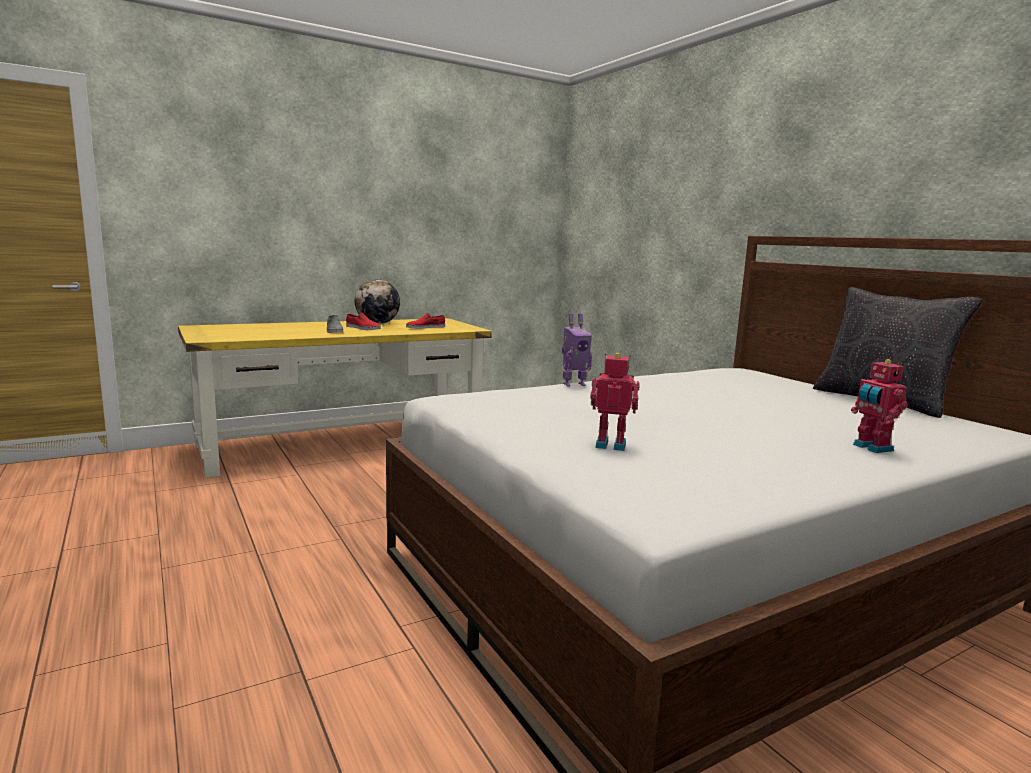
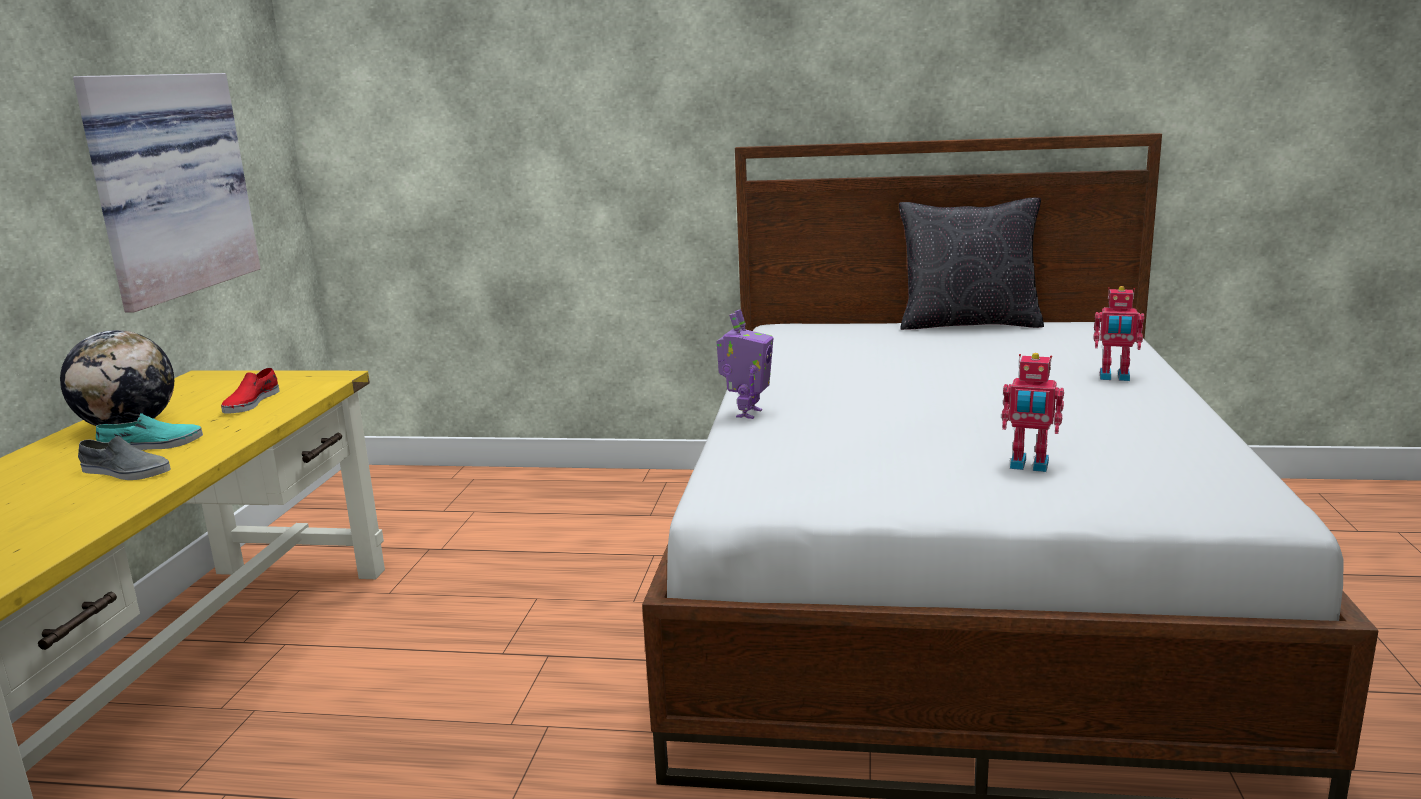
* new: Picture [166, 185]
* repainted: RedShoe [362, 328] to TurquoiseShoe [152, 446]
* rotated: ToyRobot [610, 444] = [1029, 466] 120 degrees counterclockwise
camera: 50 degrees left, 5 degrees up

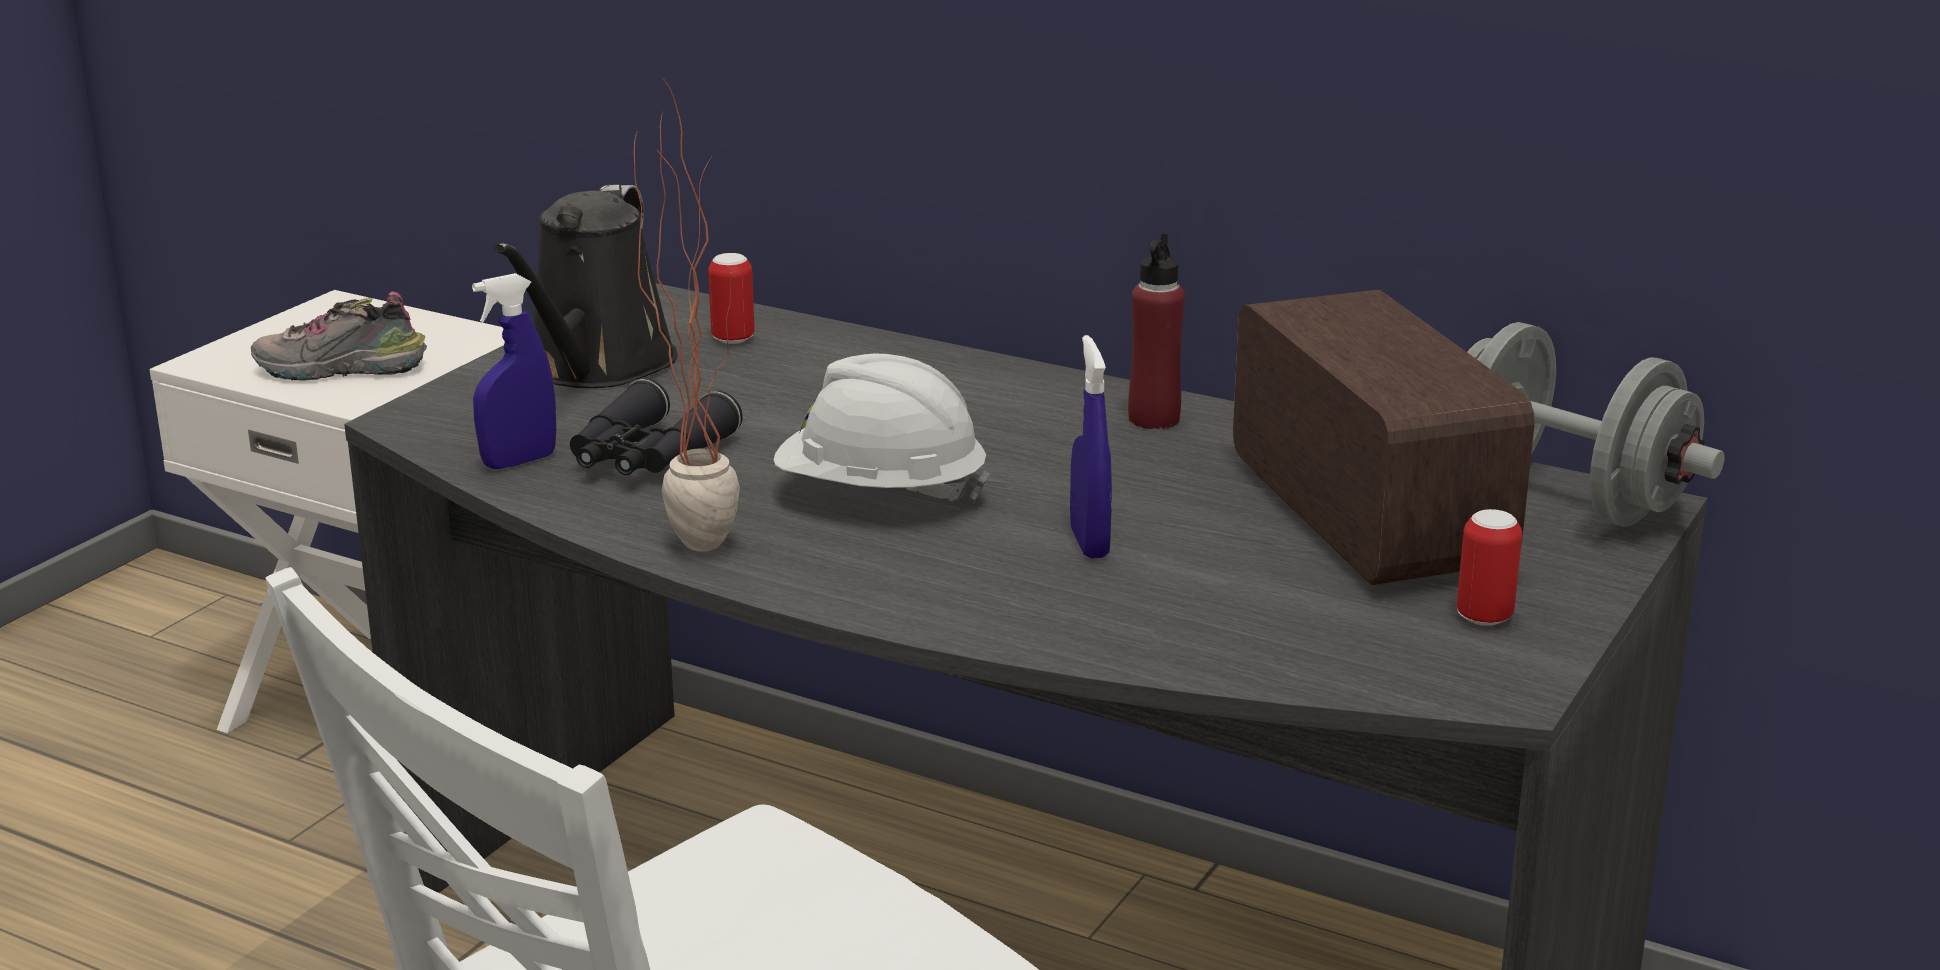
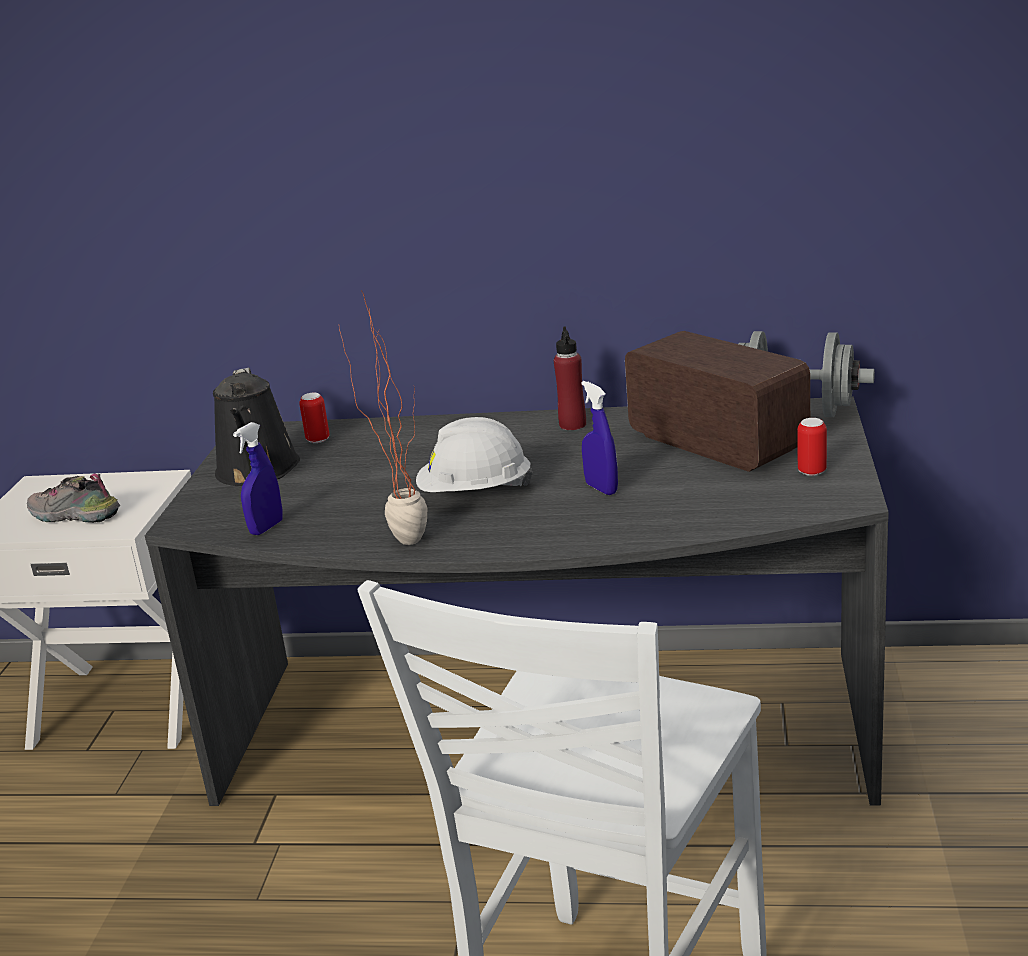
* rotated: Shoe [339, 370] = [72, 516] 45 degrees clockwise
* gone: BlackBinoculars [647, 457]
camera: 20 degrees left, 0 degrees up

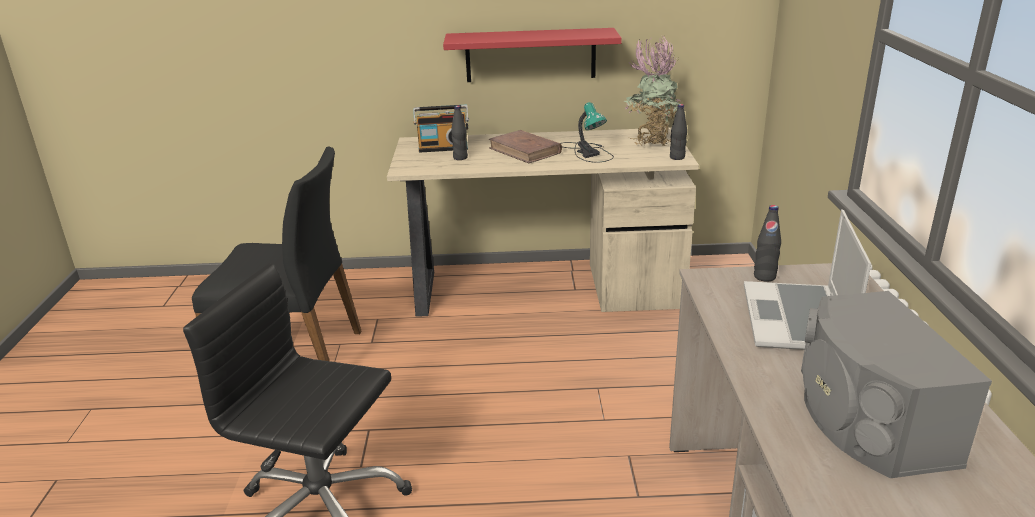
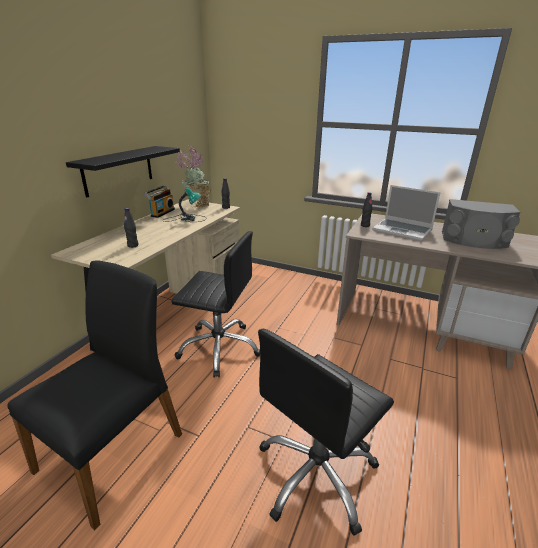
* repainted: RedShelf [530, 55] to BlackShelf [119, 170]
* shifted: Radio [443, 148] to [161, 212]
* new: BlackOfficeChair [219, 347]
* gone: BrownBook [525, 150]
camera: 65 degrees left, 0 degrees up

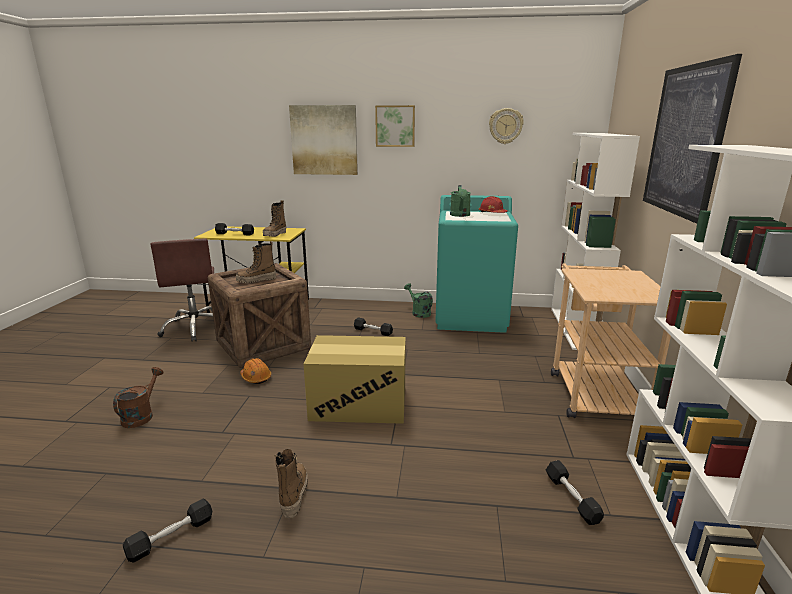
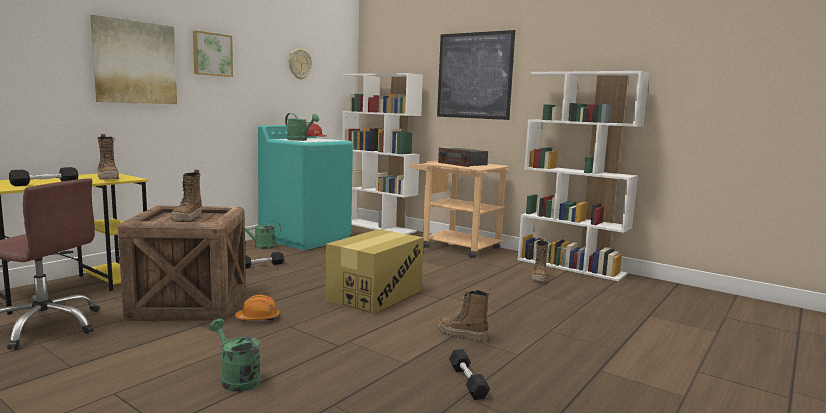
* repainted: BrownWateringCan [141, 415] to GreenWateringCan [236, 379]
* new: Radio [462, 164]
* swapped: BlackDumbbell [572, 498] to Boot [539, 278]
camera: 60 degrees left, 10 degrees down

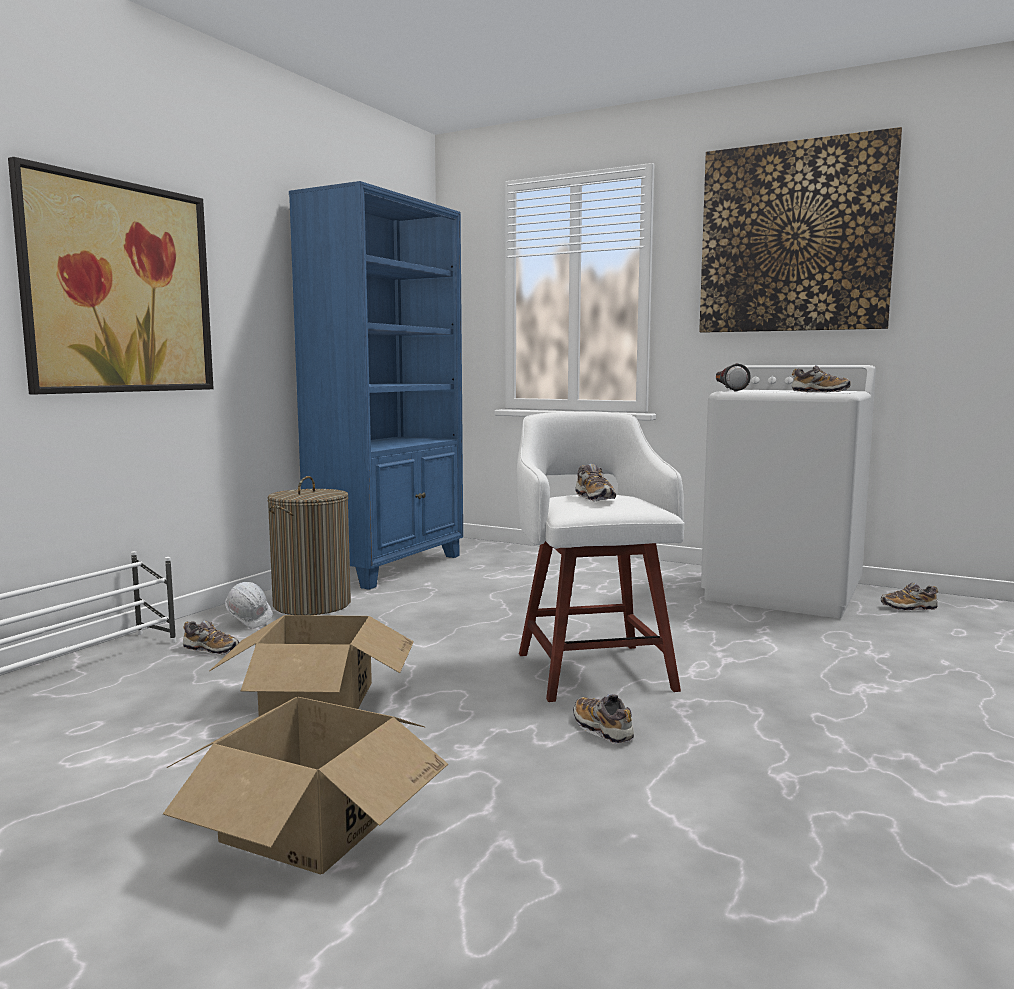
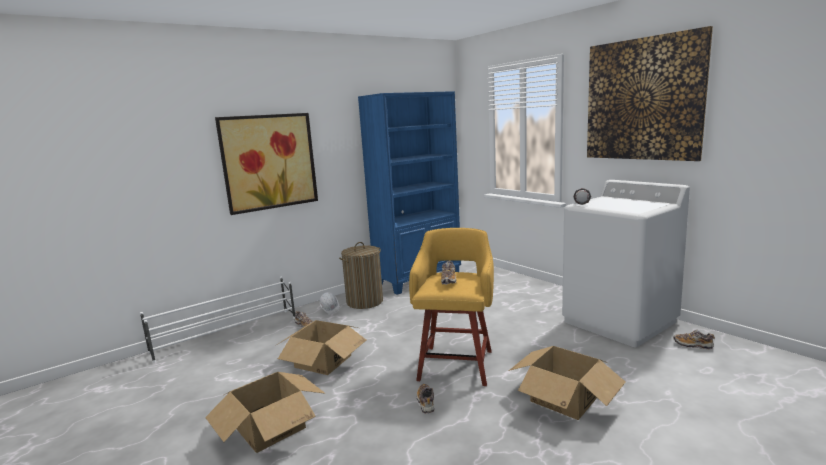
* repainted: WhiteStool [593, 669] to YellowStool [456, 363]
* new: CardboardBox [564, 398]
* gone: Shoe [820, 392]
camera: 25 degrees right, 5 degrees up

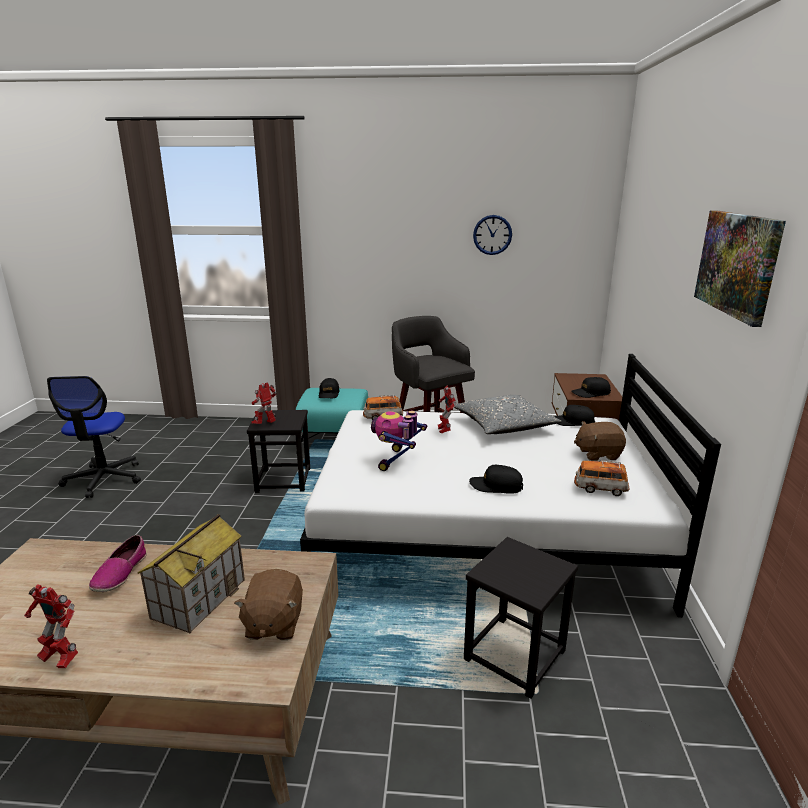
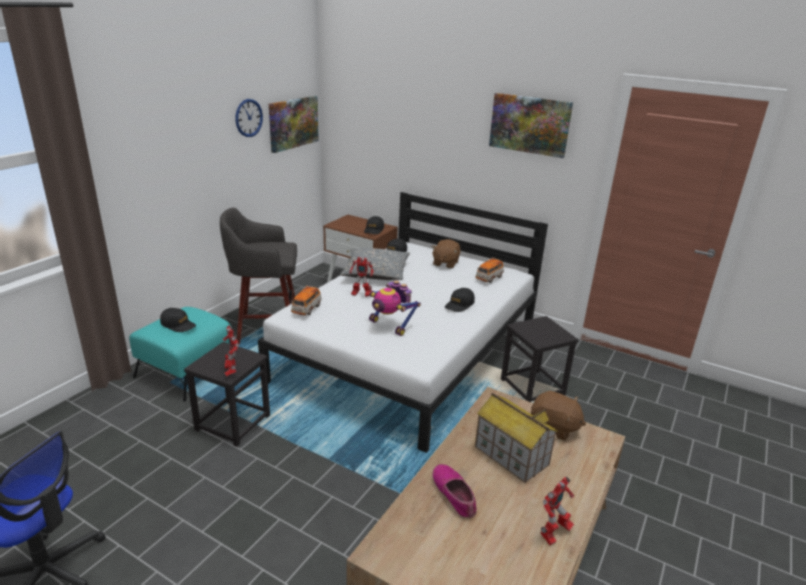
* new: Picture [293, 123]
* rotated: Shoe [120, 573] = [454, 495] 150 degrees counterclockwise
camera: 65 degrees left, 5 degrees up

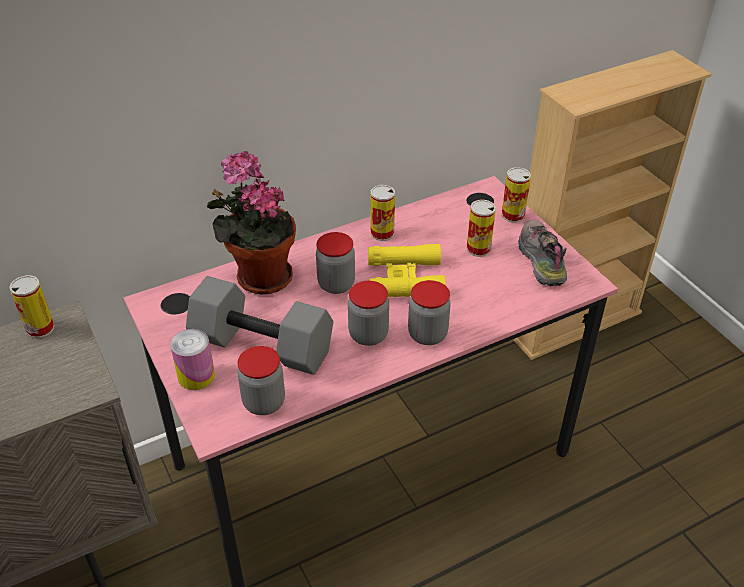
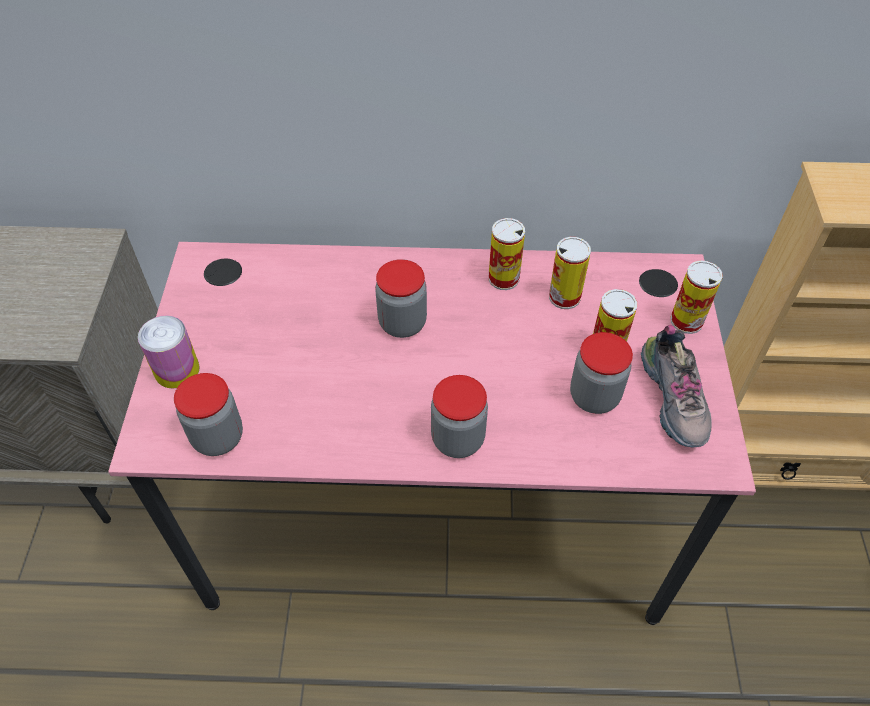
* shifted: Can [40, 328] to [564, 297]
* shifted: Jar [368, 335] to [594, 396]
* rotated: Shoe [539, 259] = [675, 399] 150 degrees clockwise
* gone: GreyDumbbell [264, 344]
* gone: PottedPlant [259, 276]
* gone: YellowBinoculars [405, 279]
camera: 30 degrees right, 10 degrees up

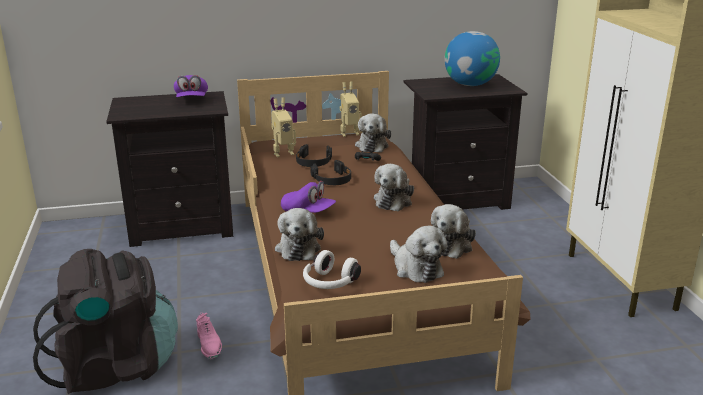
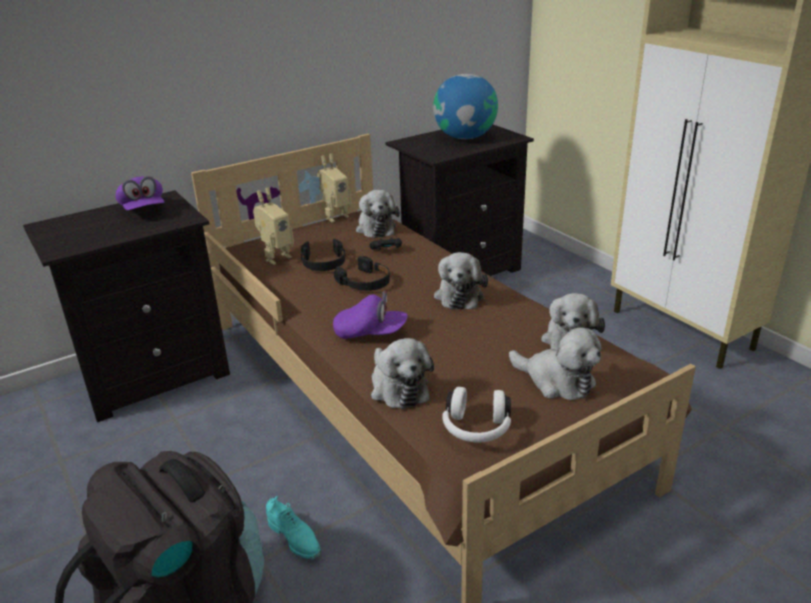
* repainted: PinkShoe [209, 345] to TurquoiseShoe [295, 538]
camera: 20 degrees left, 5 degrees up

